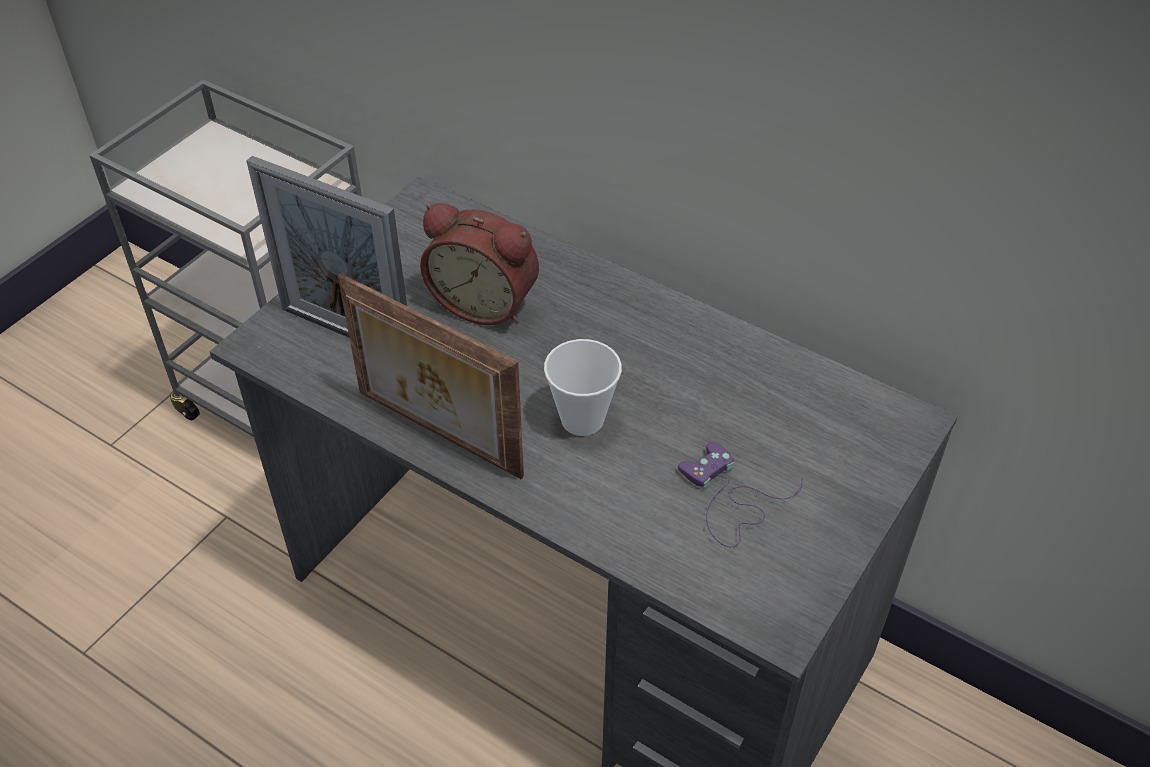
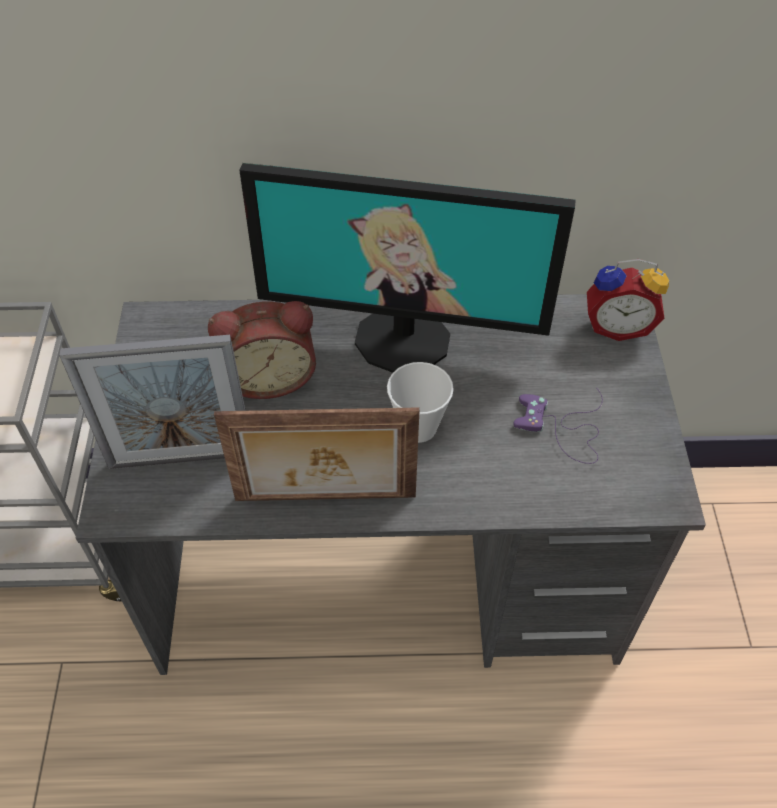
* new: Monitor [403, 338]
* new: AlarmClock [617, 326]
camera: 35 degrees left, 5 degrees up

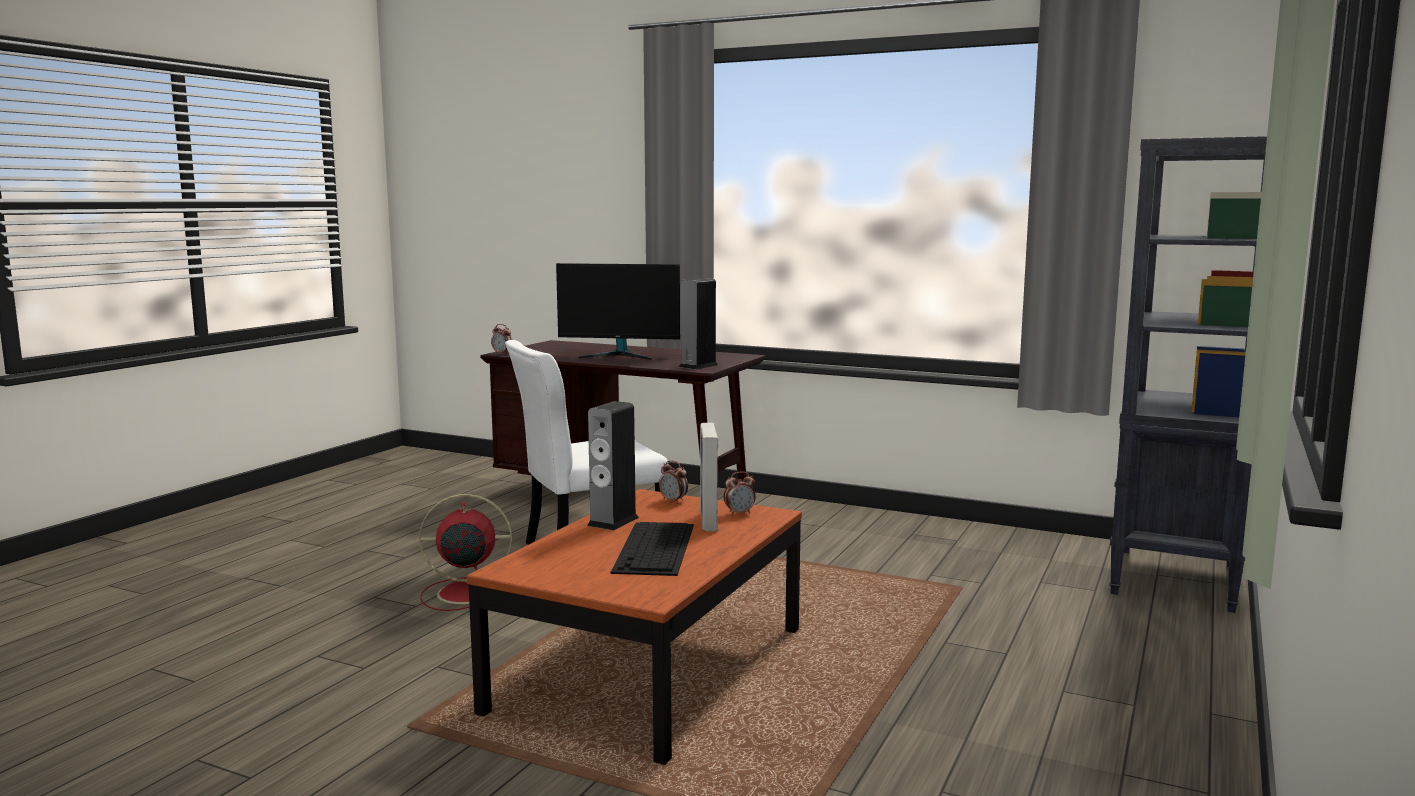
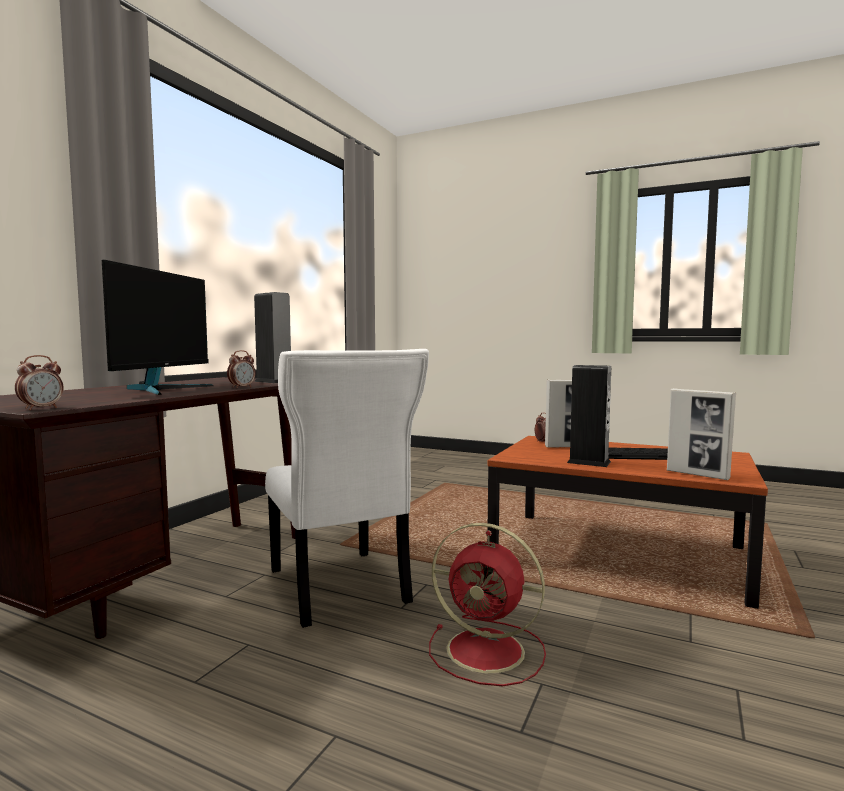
* shifted: AlarmClock [673, 501] to [242, 387]
* rotated: RedFan [465, 593] = [489, 651] 60 degrees counterclockwise
* new: PictureFrame [697, 475]
* gone: BlackBookcase [1173, 579]
camera: 90 degrees left, 5 degrees down

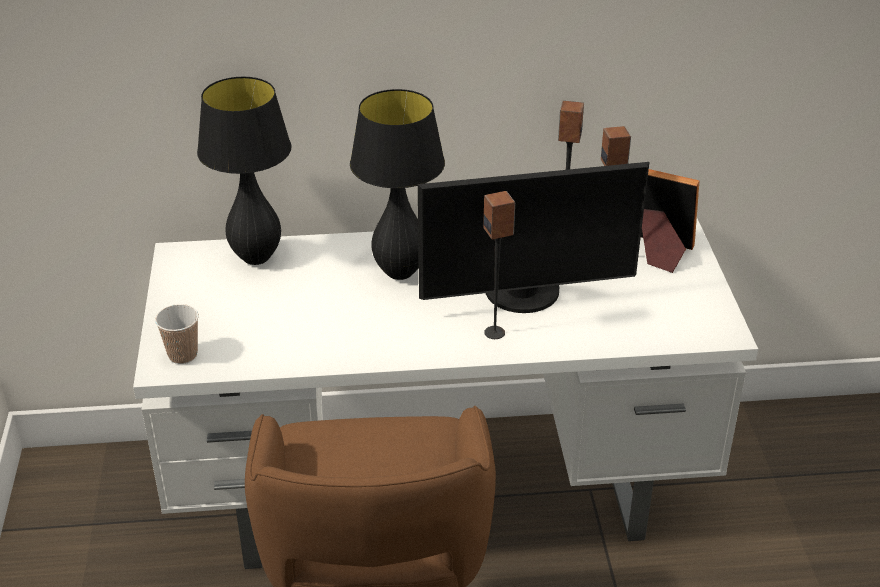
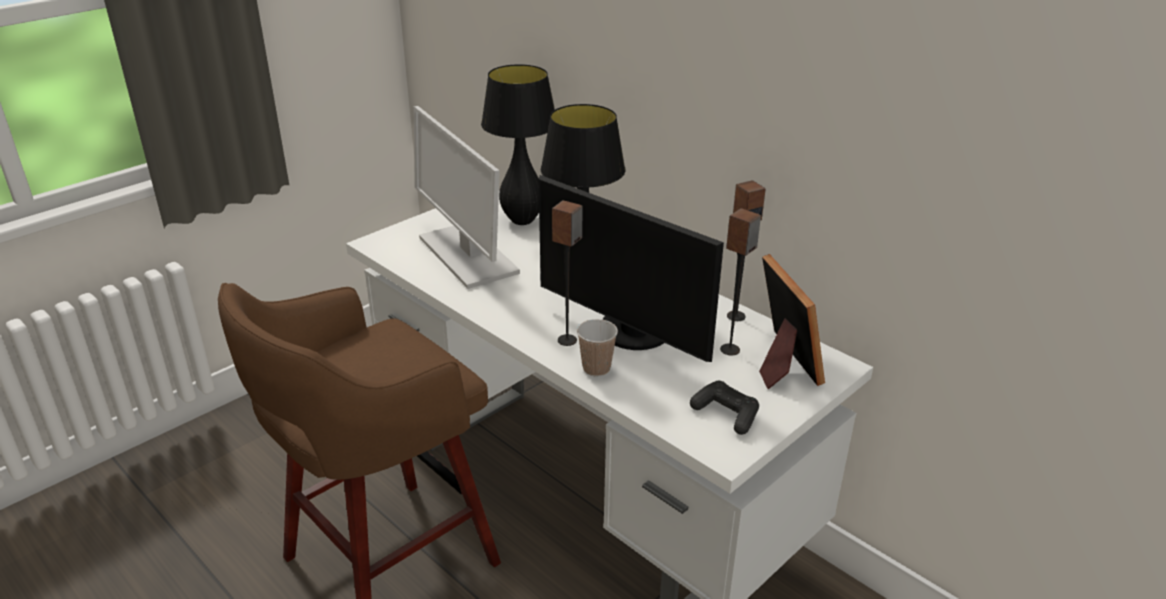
* new: Monitor [466, 255]
* shifted: Cup [183, 355] to [596, 368]
* new: BlackGameController [726, 414]
camera: 50 degrees right, 5 degrees down

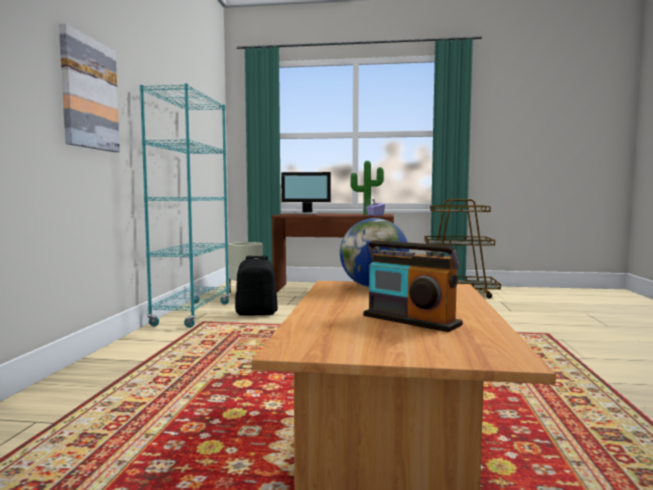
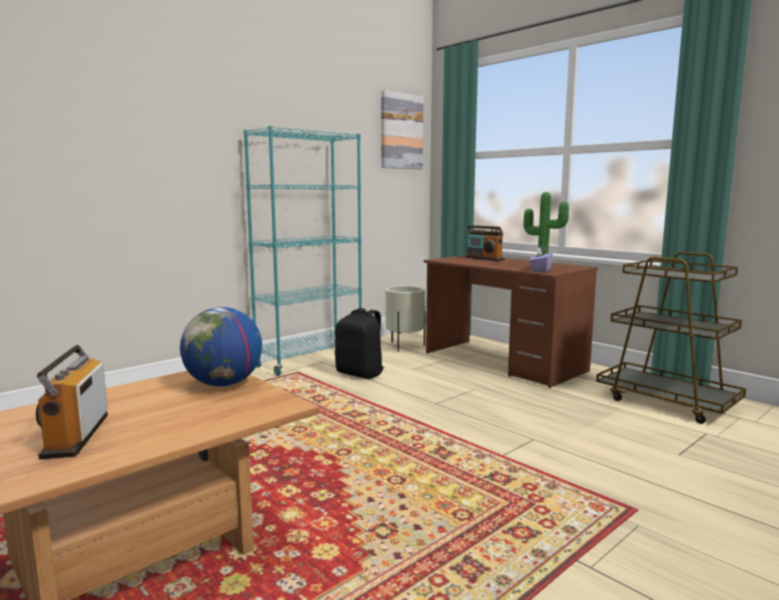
* shifted: Picture [89, 94] to [401, 131]
* swapped: Monitor [307, 214] to Radio [484, 258]
camera: 40 degrees right, 5 degrees up

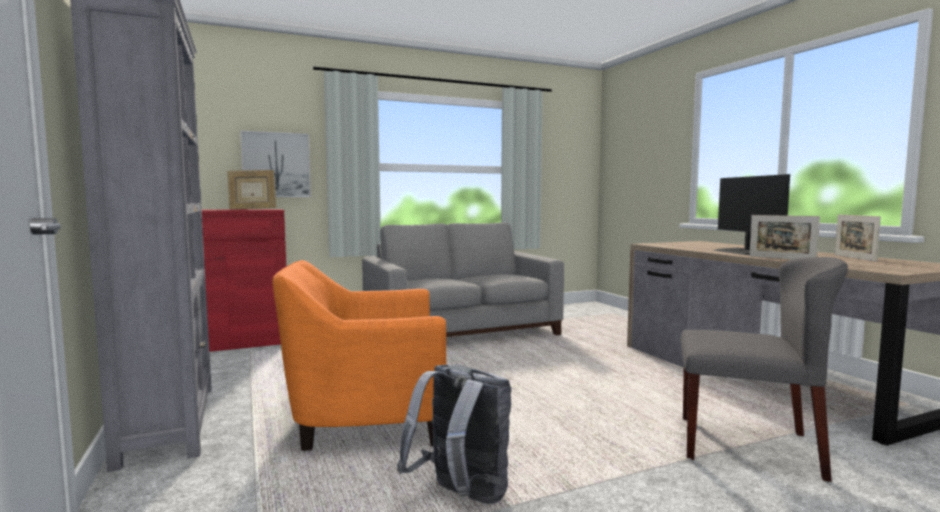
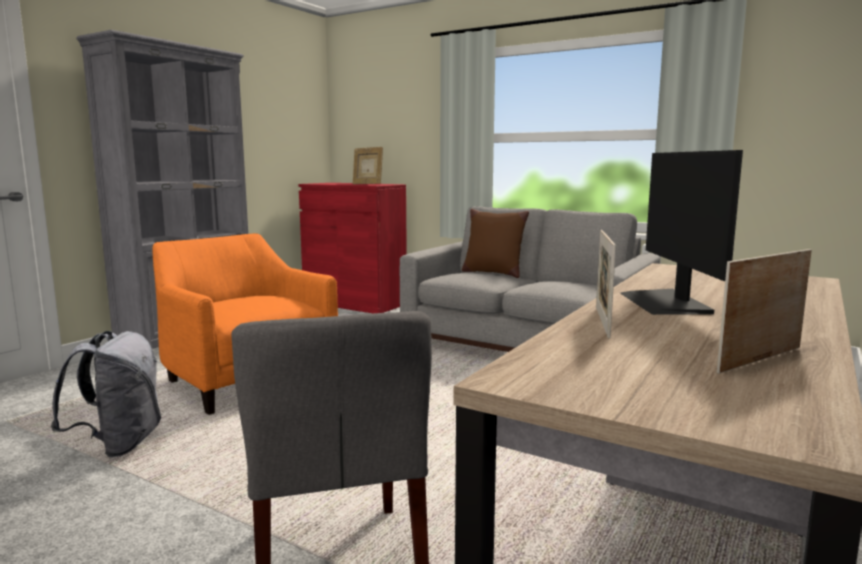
* new: BrownPillow [492, 273]
* rotated: Monitor [742, 252] = [666, 302] 45 degrees counterclockwise
* gone: Picture [276, 165]
camera: 55 degrees right, 5 degrees up

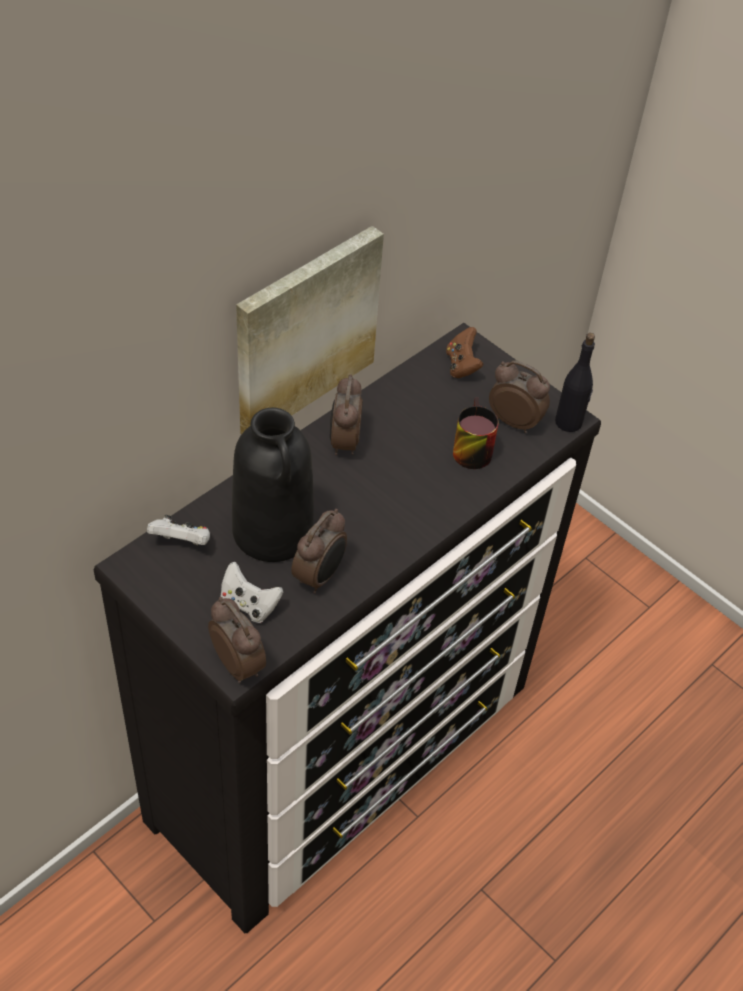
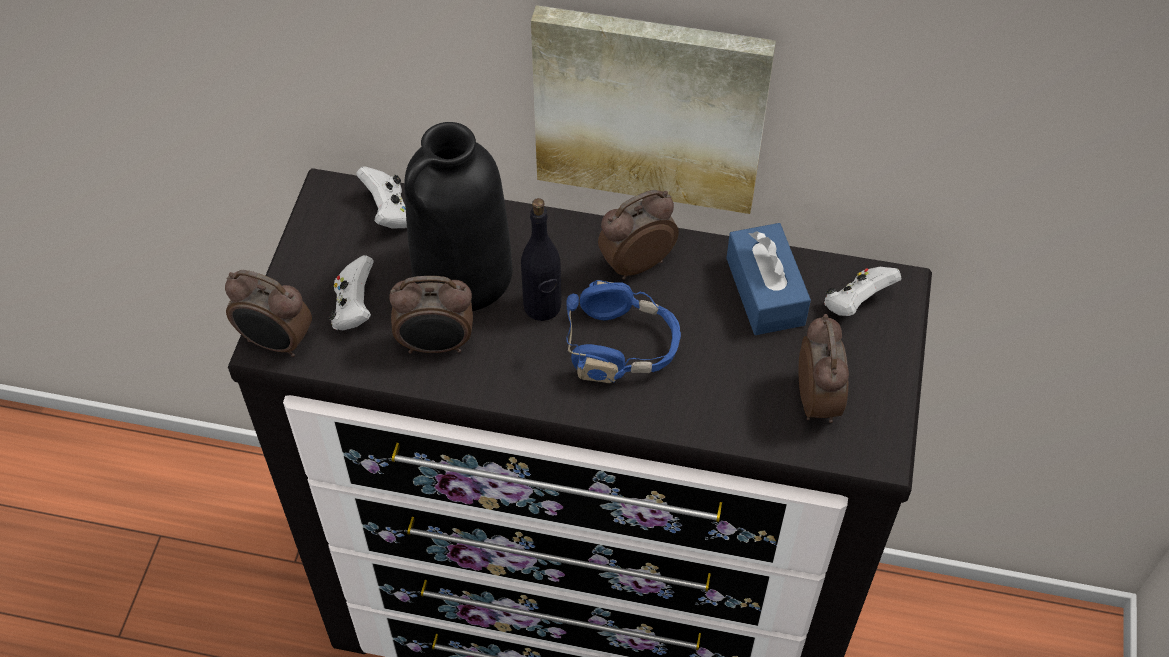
* rotated: AlarmClock [239, 664] = [276, 343] 90 degrees clockwise
* shifted: BlackBottle [569, 422] to [542, 306]
* new: BlueHeadphones [623, 347]
* new: BlueTissueBox [765, 291]
* repainted: BrownGameController [462, 365] to WhiteGameController [856, 303]
* gone: Mug [468, 448]
camera: 60 degrees right, 5 degrees up

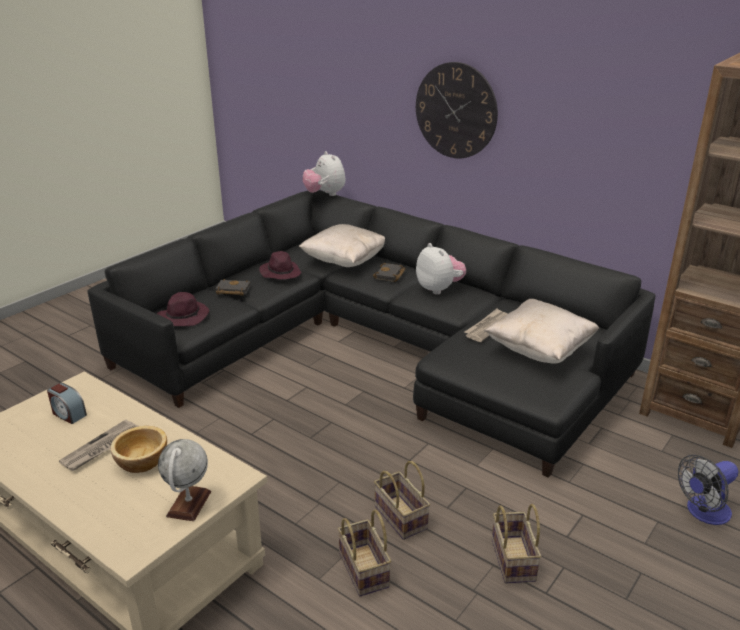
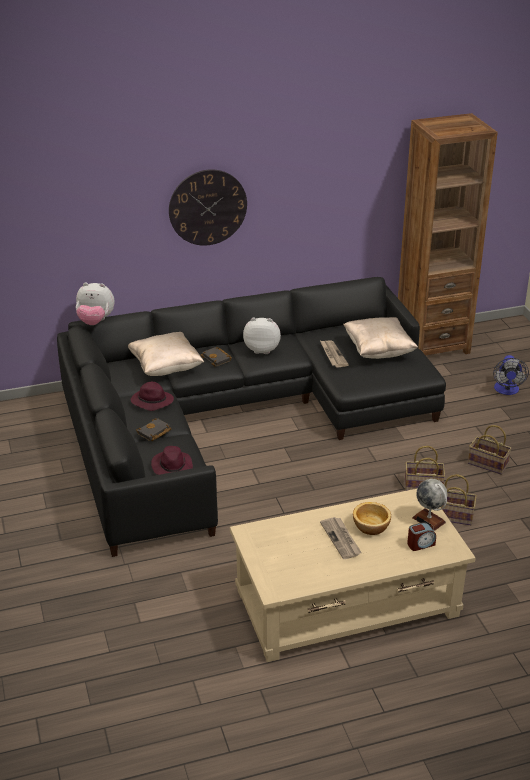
* shifted: AlarmClock [68, 414] to [420, 544]
camera: 55 degrees left, 5 degrees up

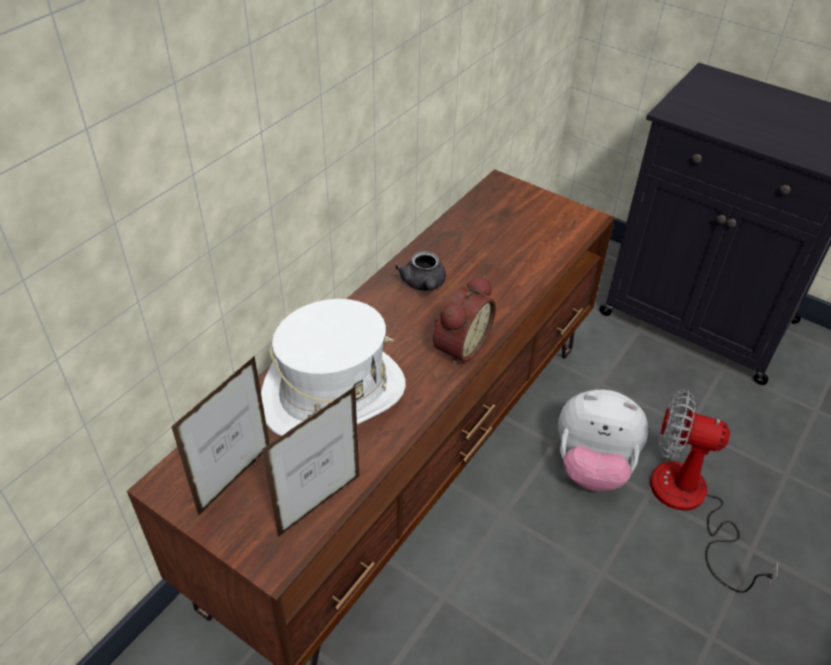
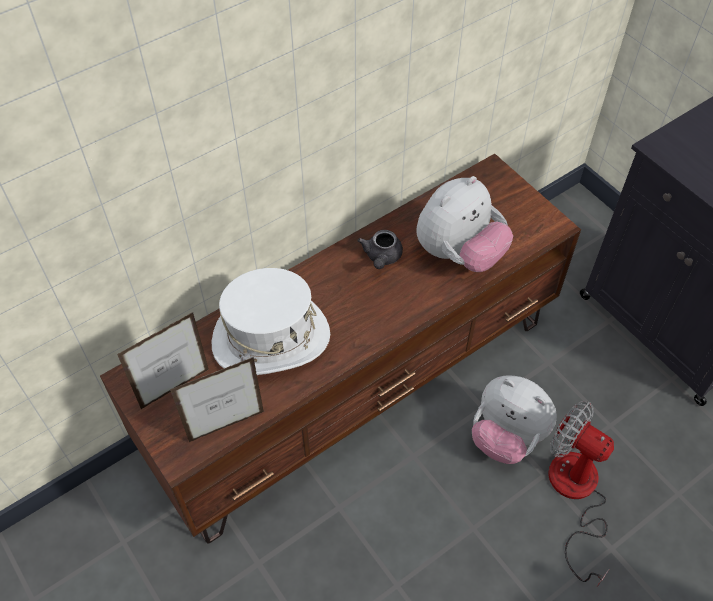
* new: PlushToy [459, 254]
* gone: AlarmClock [458, 346]
camera: 20 degrees right, 10 degrees up

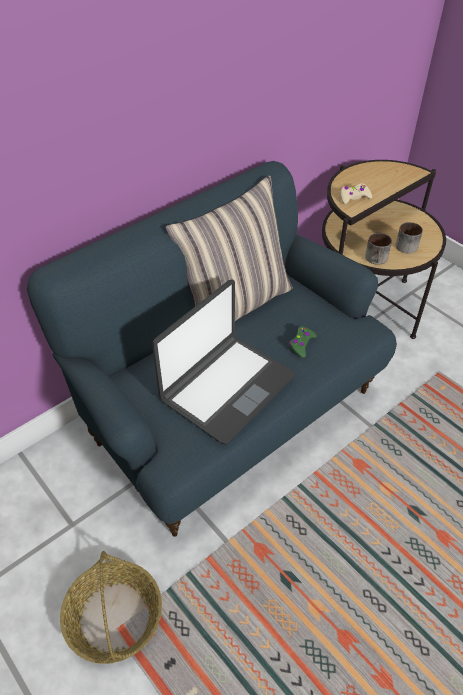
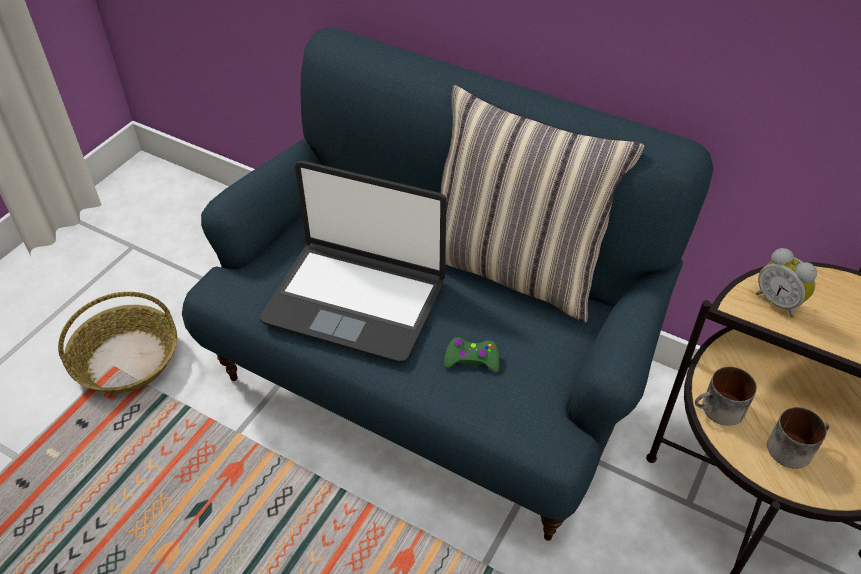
* swapped: BeigeGameController [354, 197] to AlarmClock [778, 302]
camera: 70 degrees right, 0 degrees up

